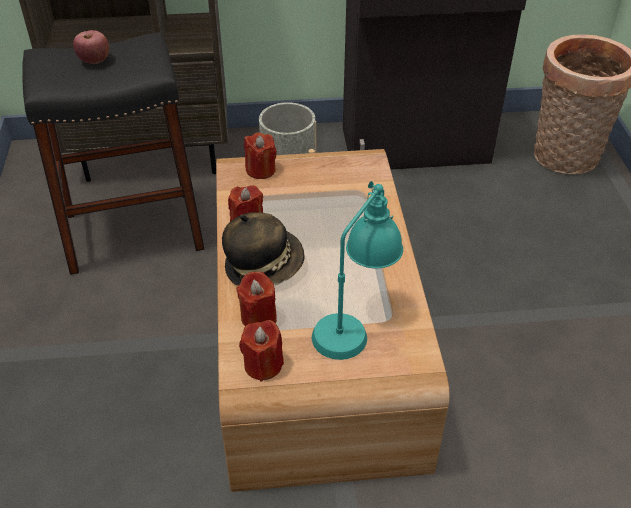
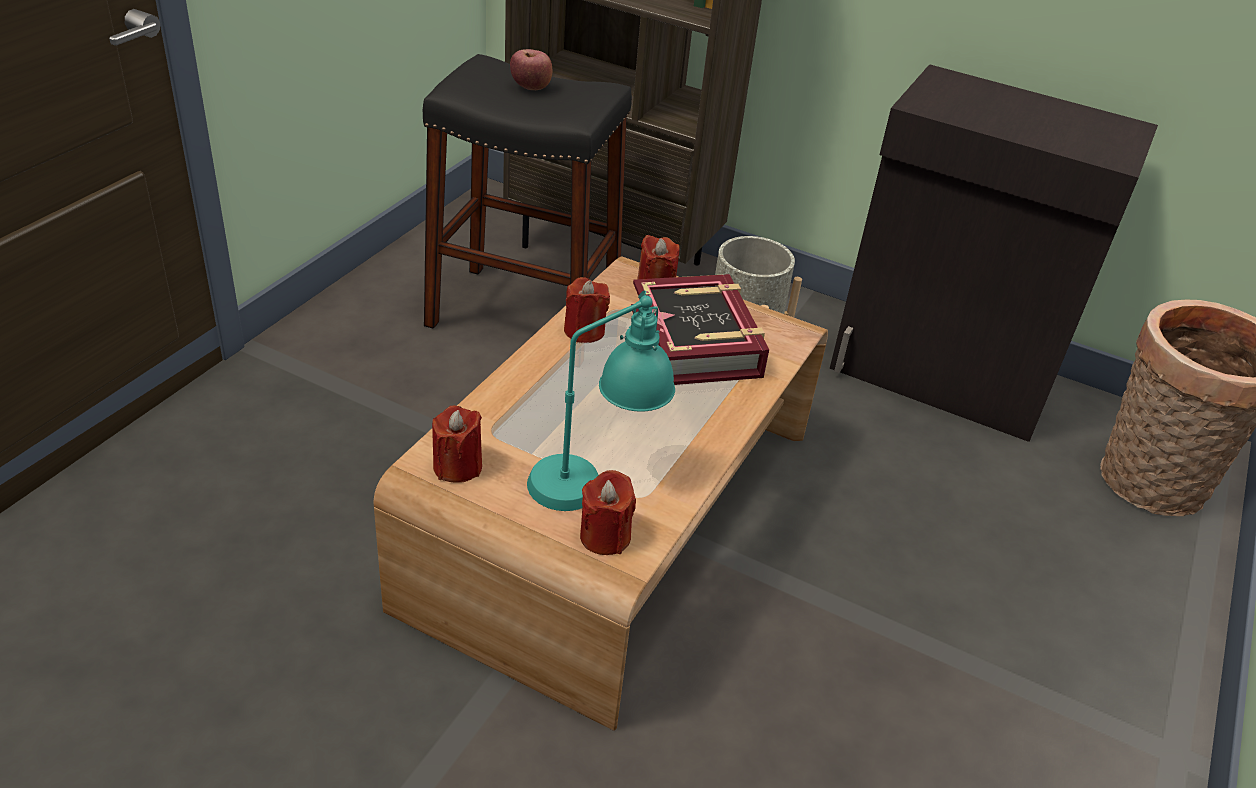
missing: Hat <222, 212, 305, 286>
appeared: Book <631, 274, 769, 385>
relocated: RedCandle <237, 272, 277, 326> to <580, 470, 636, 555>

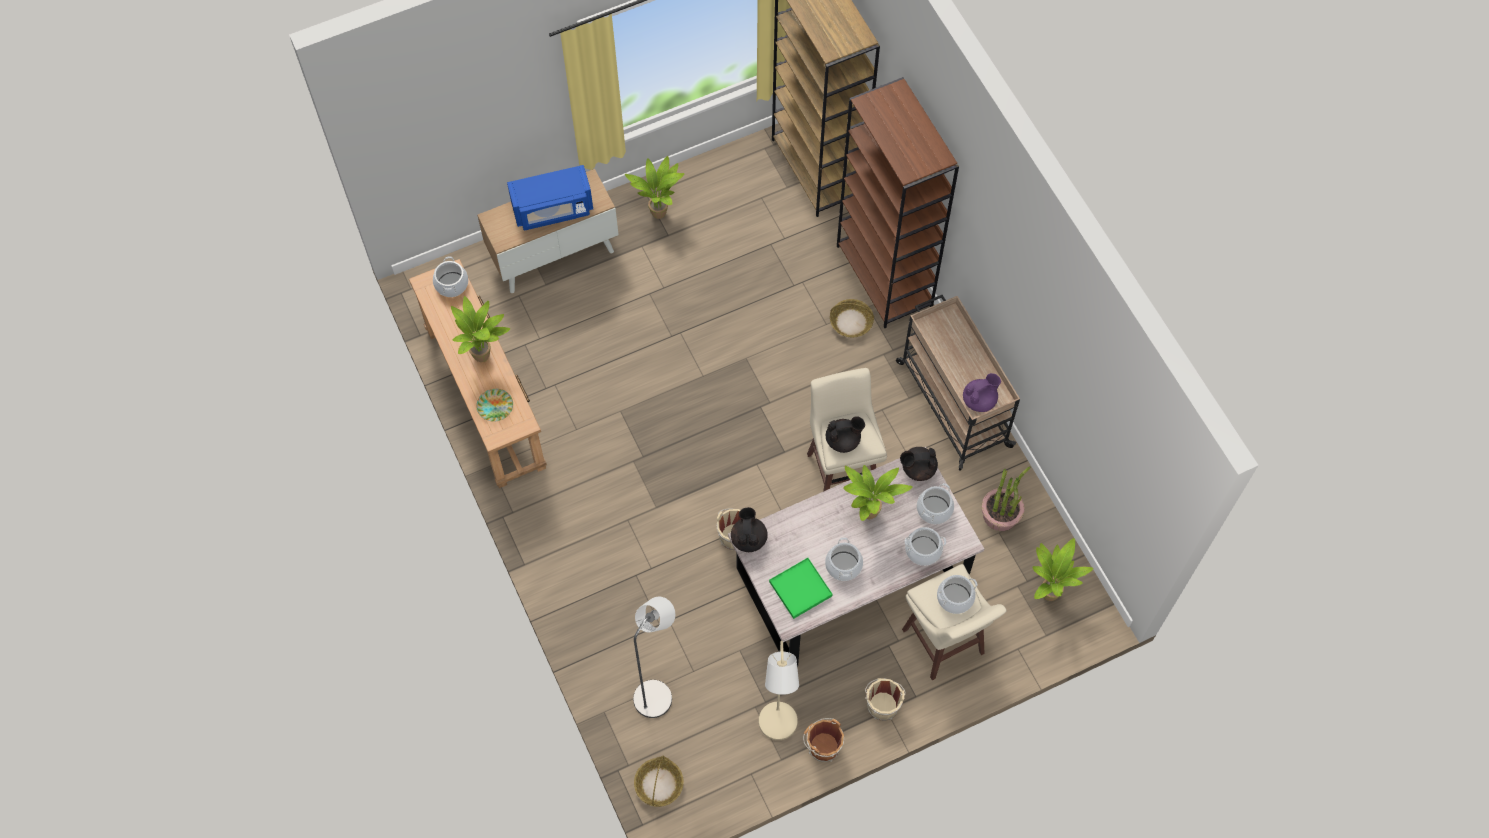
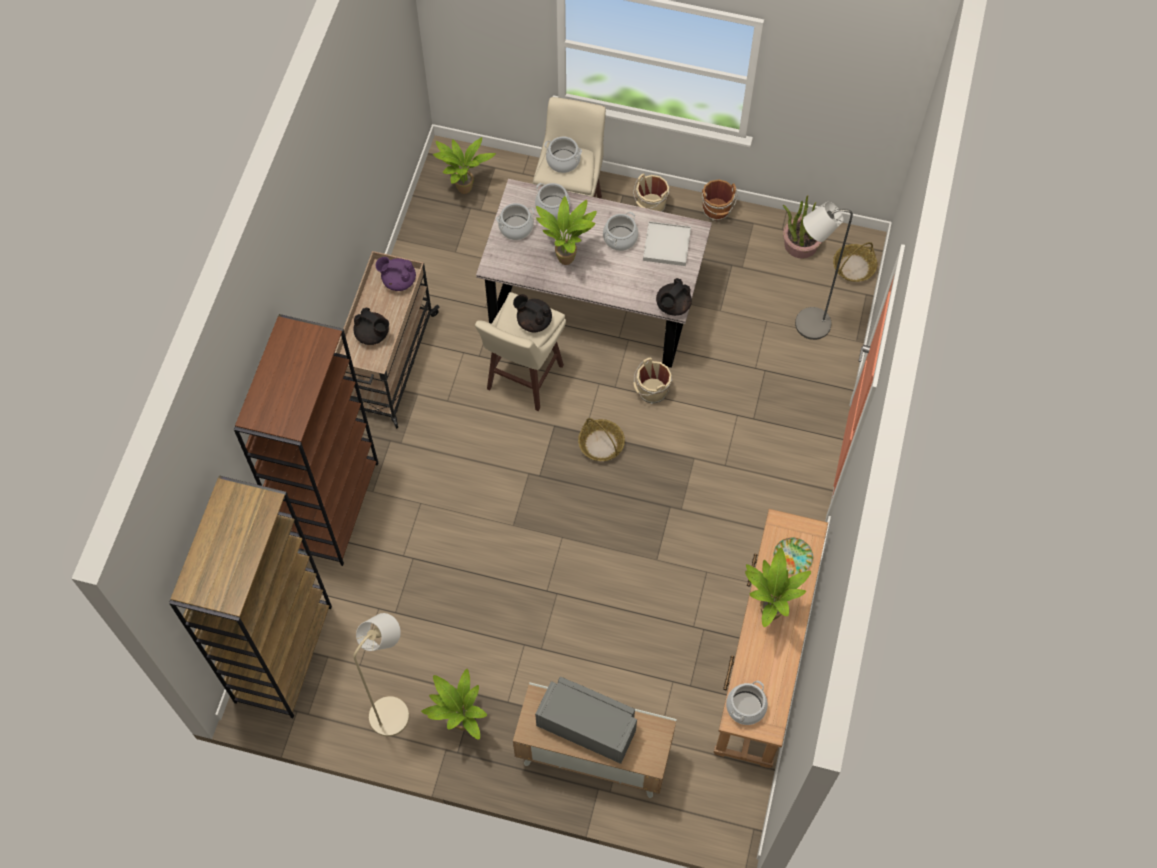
relocated: BlackTeapot <900, 447, 938, 481> to <353, 308, 389, 345>; BeigeFloorLamp <759, 641, 799, 740> to <353, 613, 409, 737>; Basket <830, 299, 874, 337> to <578, 418, 625, 461>; PottedPlant <982, 466, 1031, 531> to <783, 195, 822, 259>
colour: BlueMicrowave <507, 165, 593, 231> to GreyMicrowave <535, 677, 637, 764>; GreenTray <769, 558, 832, 619> to WhiteTray <643, 221, 691, 266>

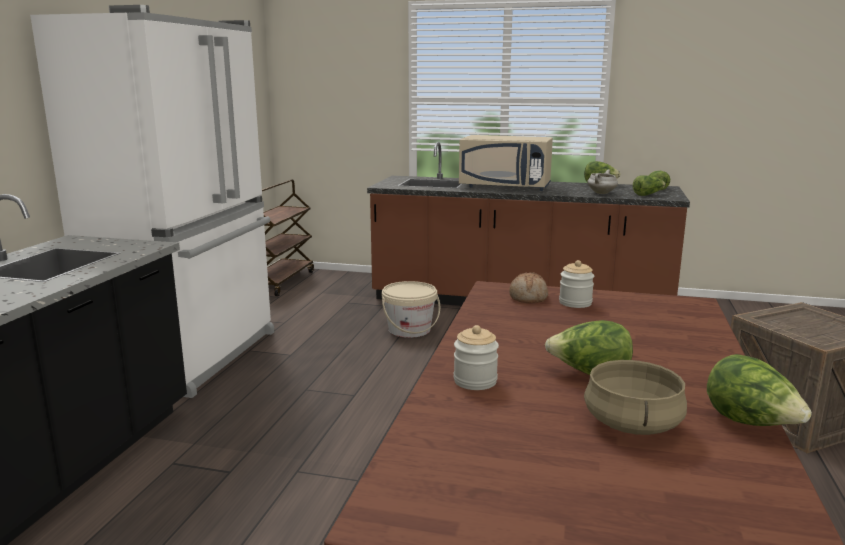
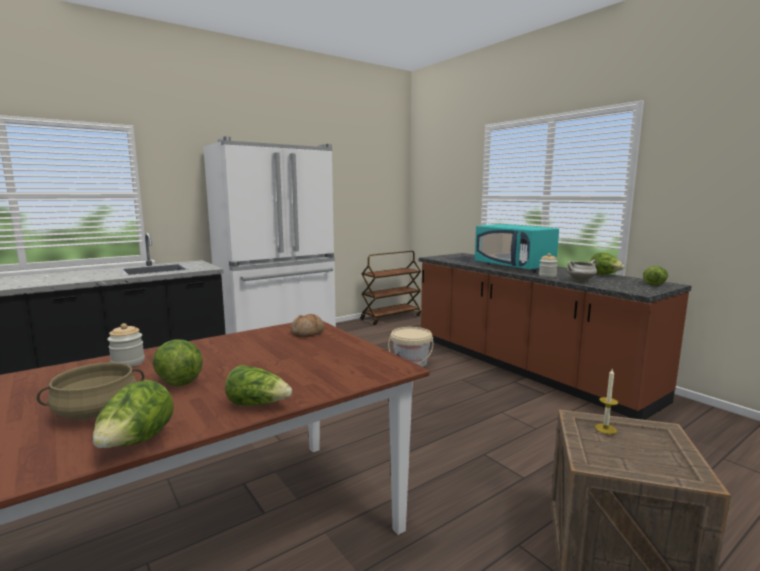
appeared: Candle <595, 368, 619, 434>
relocated: Lettuce <633, 176, 666, 196> to <225, 365, 292, 405>; Jar <559, 260, 594, 308> to <539, 253, 558, 277>
colour: BeigeMicrowave <459, 135, 553, 191> to TurquoiseMicrowave <475, 224, 559, 273>

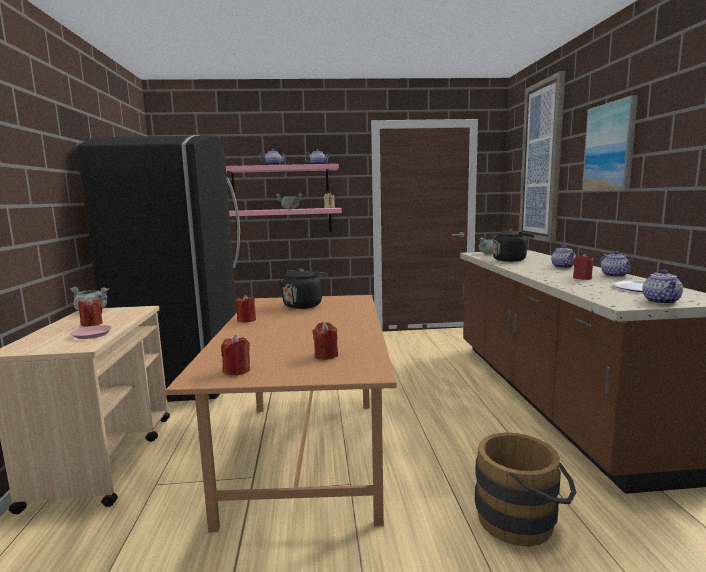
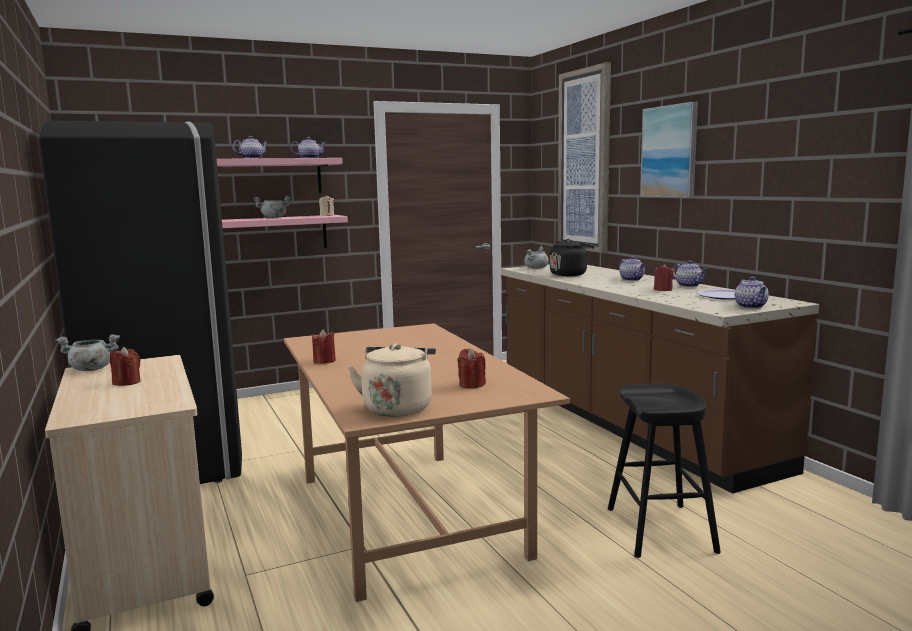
missing: PinkPlate <70, 325, 112, 339>; BlackKettle <278, 268, 328, 309>
exchanged: RedCandle <221, 335, 250, 375> to BeigeKettle <348, 343, 436, 417>; BrownBucket <475, 433, 576, 547> to BlackStool <608, 384, 721, 558>

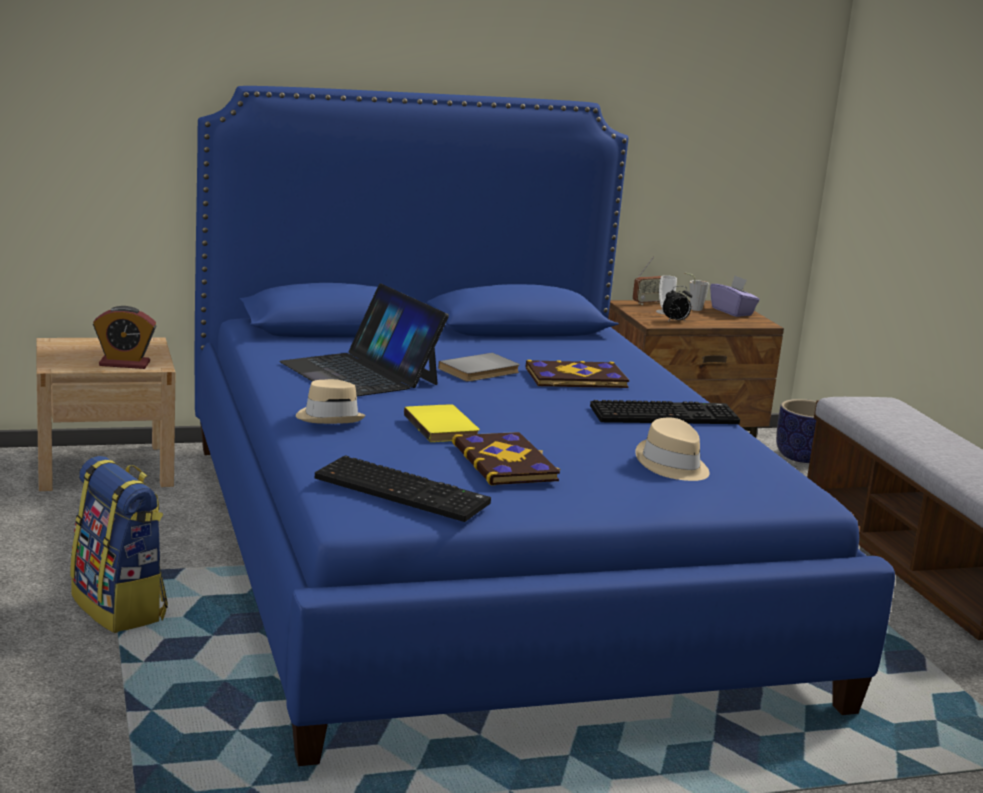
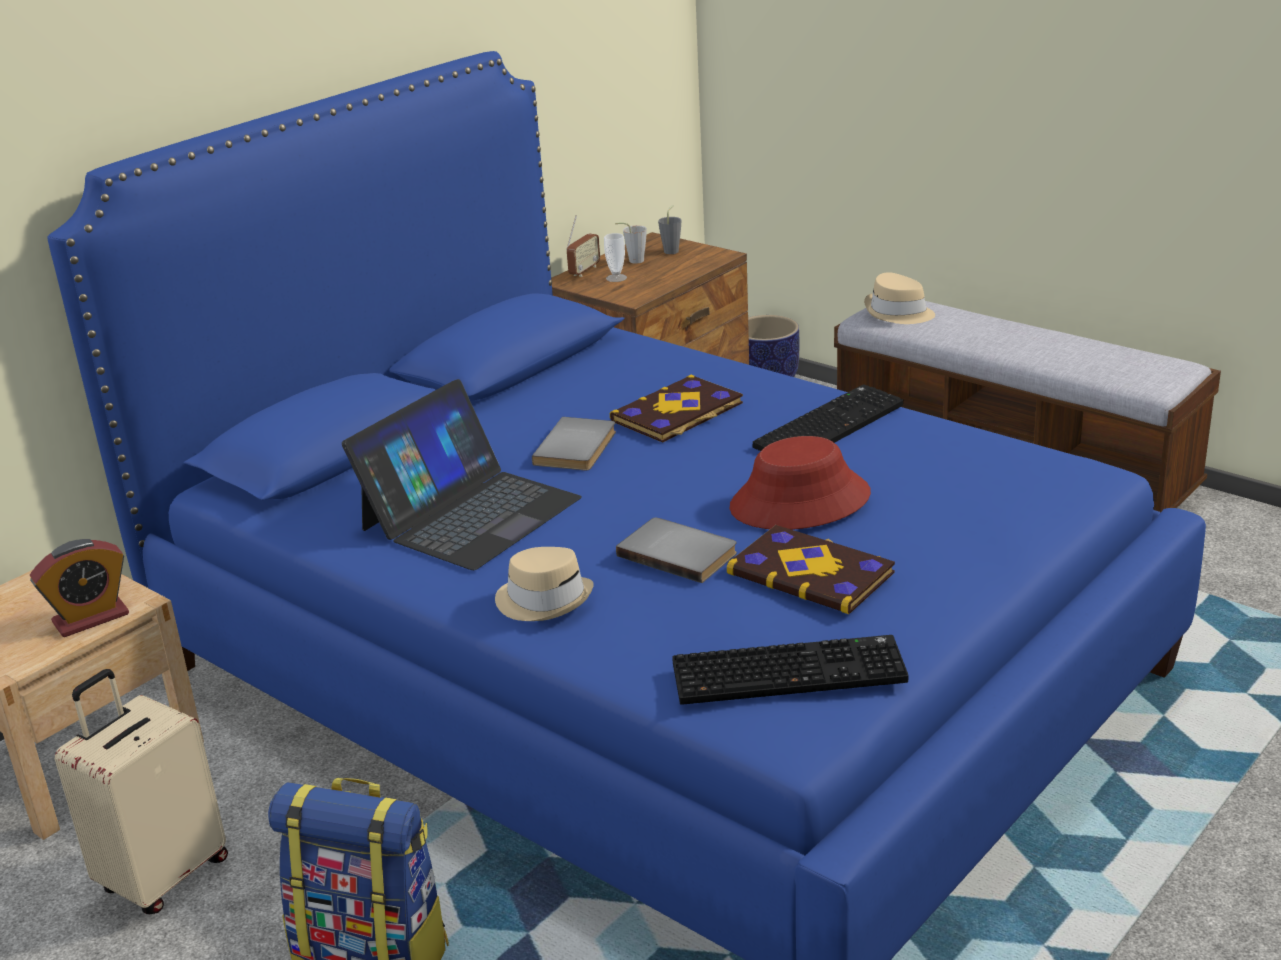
missing: AlarmClock <663, 286, 692, 321>
appeared: BeigeSuitcase <55, 669, 228, 914>; RedHat <729, 436, 871, 530>
relocated: BeigeHat <635, 418, 710, 481> to <864, 272, 935, 324>
exchanged: PurpleTissueBox <710, 275, 760, 317> to GreyCup <658, 205, 682, 254>
colour: YellowBook <404, 404, 479, 442> to GreyBook <616, 518, 737, 583>
spun: Laptop <279, 283, 449, 397> = <342, 379, 582, 570> 75 degrees counterclockwise

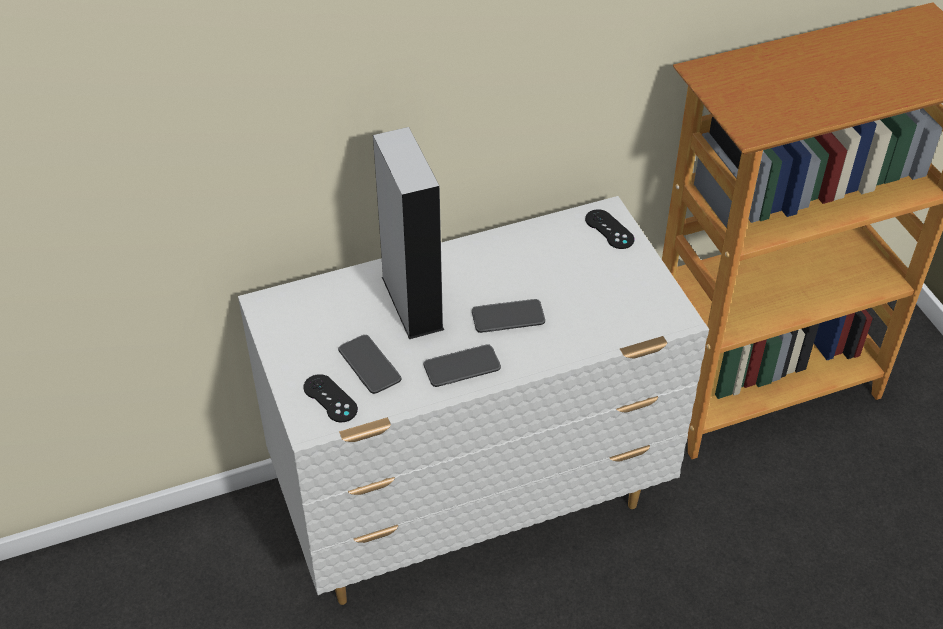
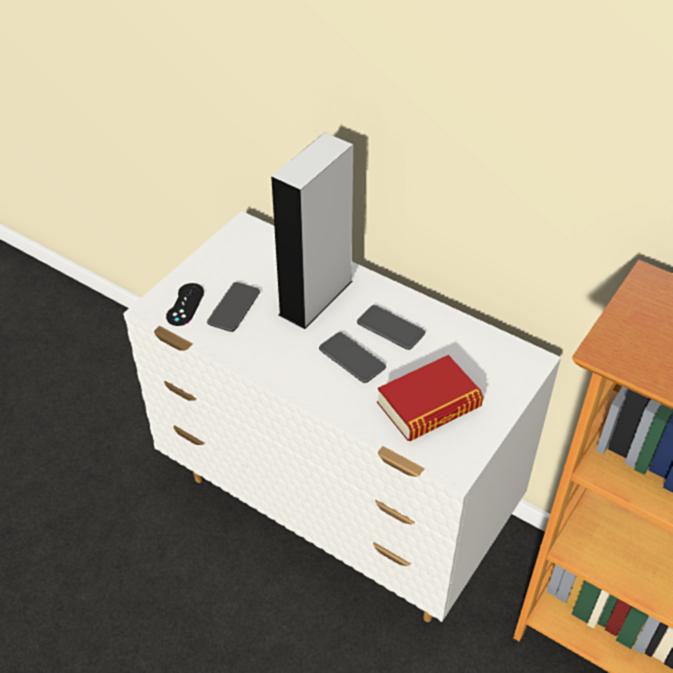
missing: BlackGameController <585, 209, 634, 249>
appeared: Book <377, 355, 483, 441>
relocated: Phone <424, 344, 501, 387> to <357, 305, 425, 350>

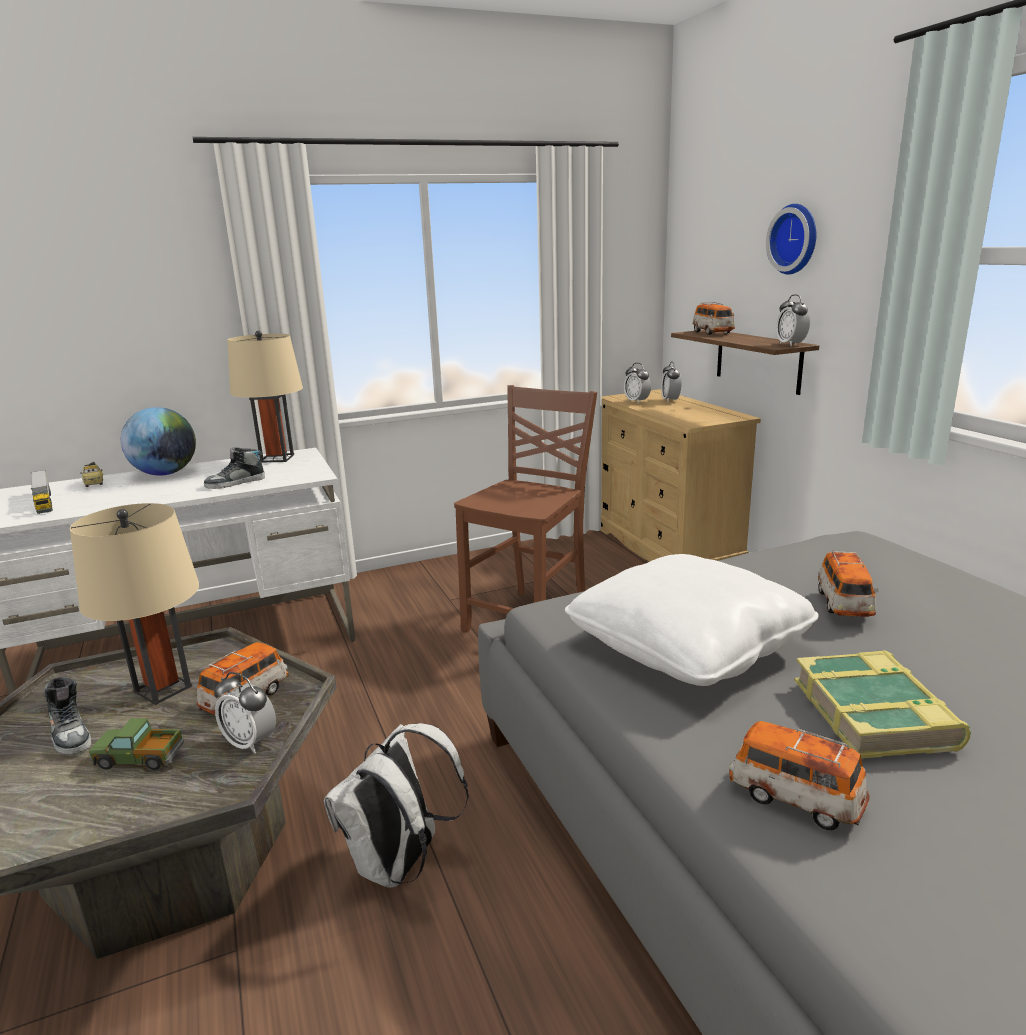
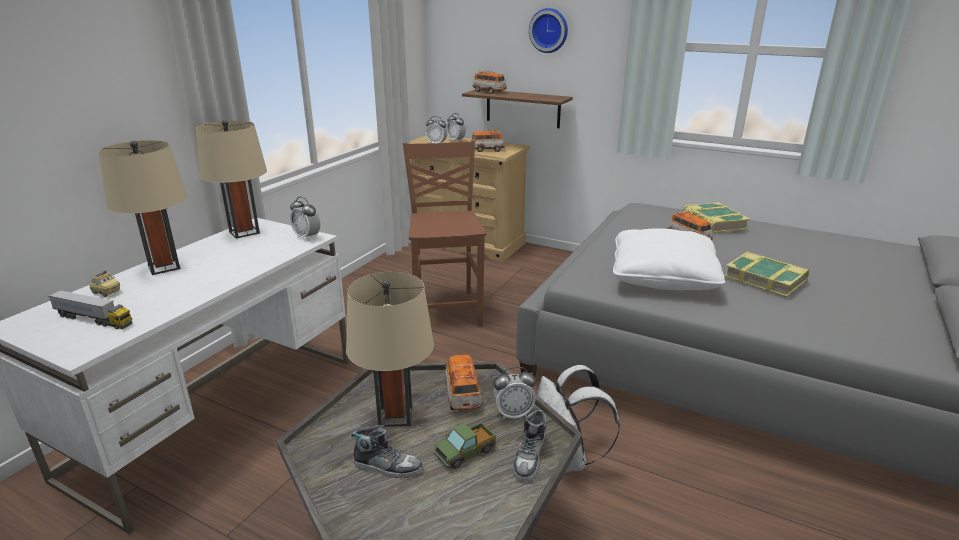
appeared: Book <682, 202, 750, 234>
relocated: AlarmClock <776, 294, 810, 346> to <290, 197, 320, 241>; ToyCar <729, 721, 869, 830> to <470, 129, 505, 152>; Shoe <204, 447, 265, 489> to <513, 410, 546, 481>
exchanged: Globe <121, 407, 196, 476> to BeigeTableLamp <99, 140, 187, 275>

